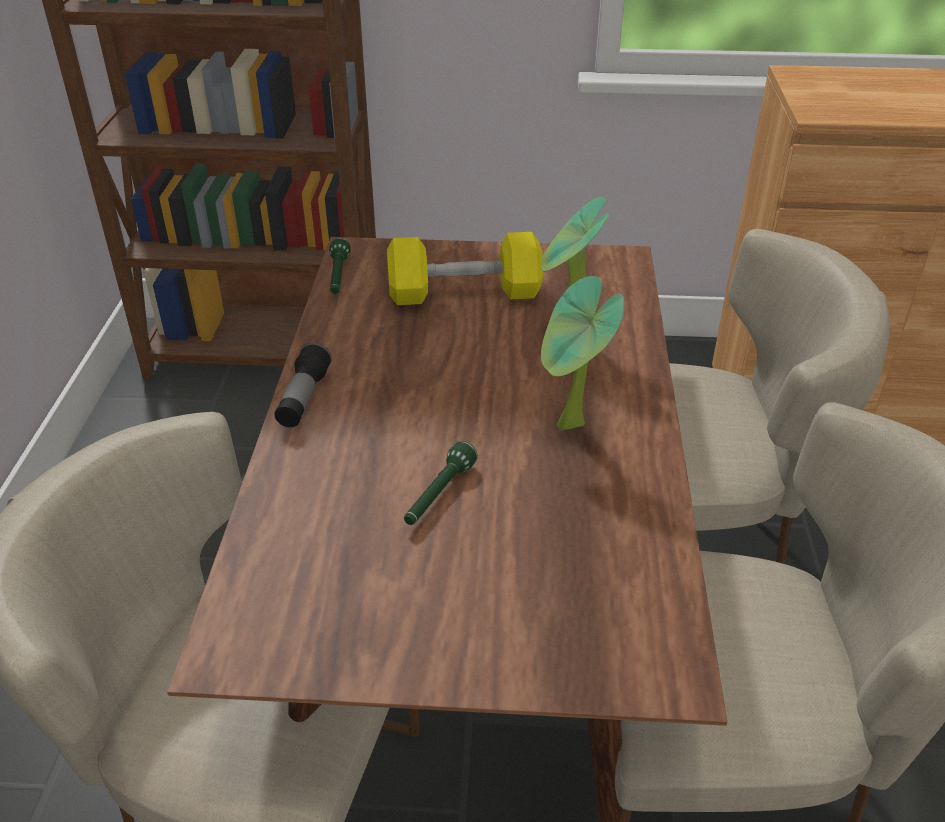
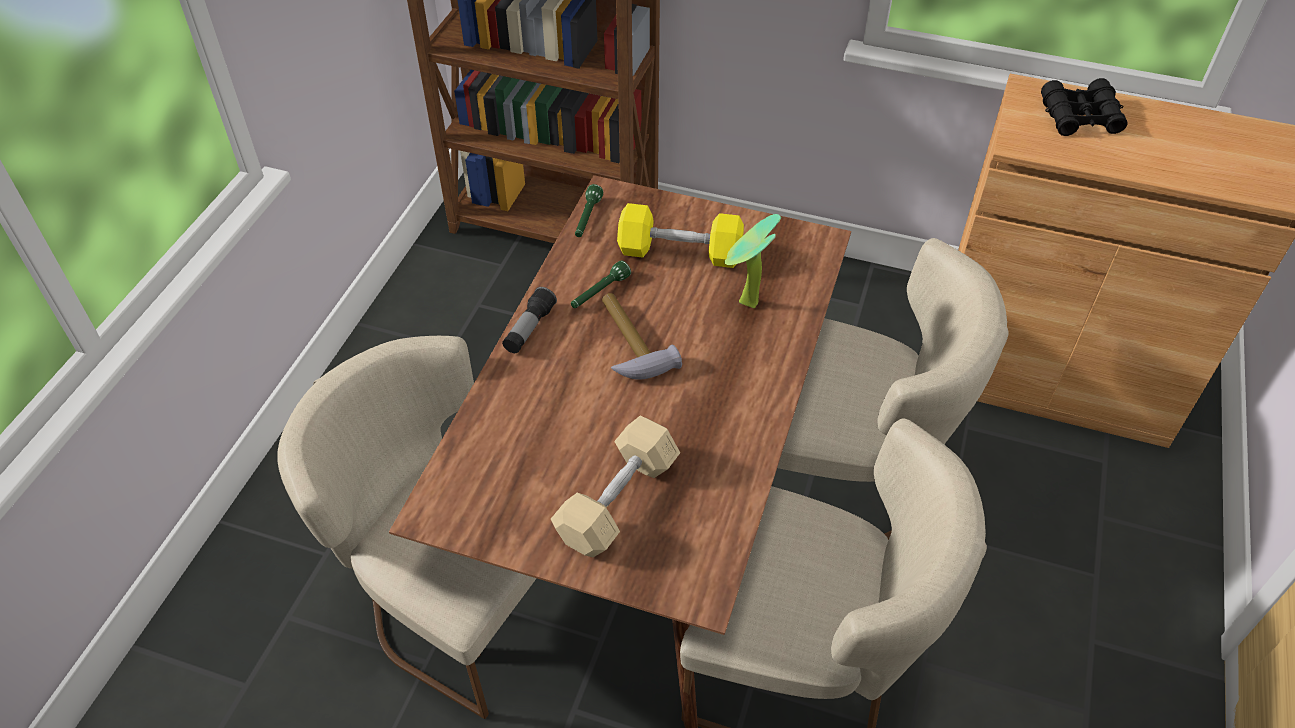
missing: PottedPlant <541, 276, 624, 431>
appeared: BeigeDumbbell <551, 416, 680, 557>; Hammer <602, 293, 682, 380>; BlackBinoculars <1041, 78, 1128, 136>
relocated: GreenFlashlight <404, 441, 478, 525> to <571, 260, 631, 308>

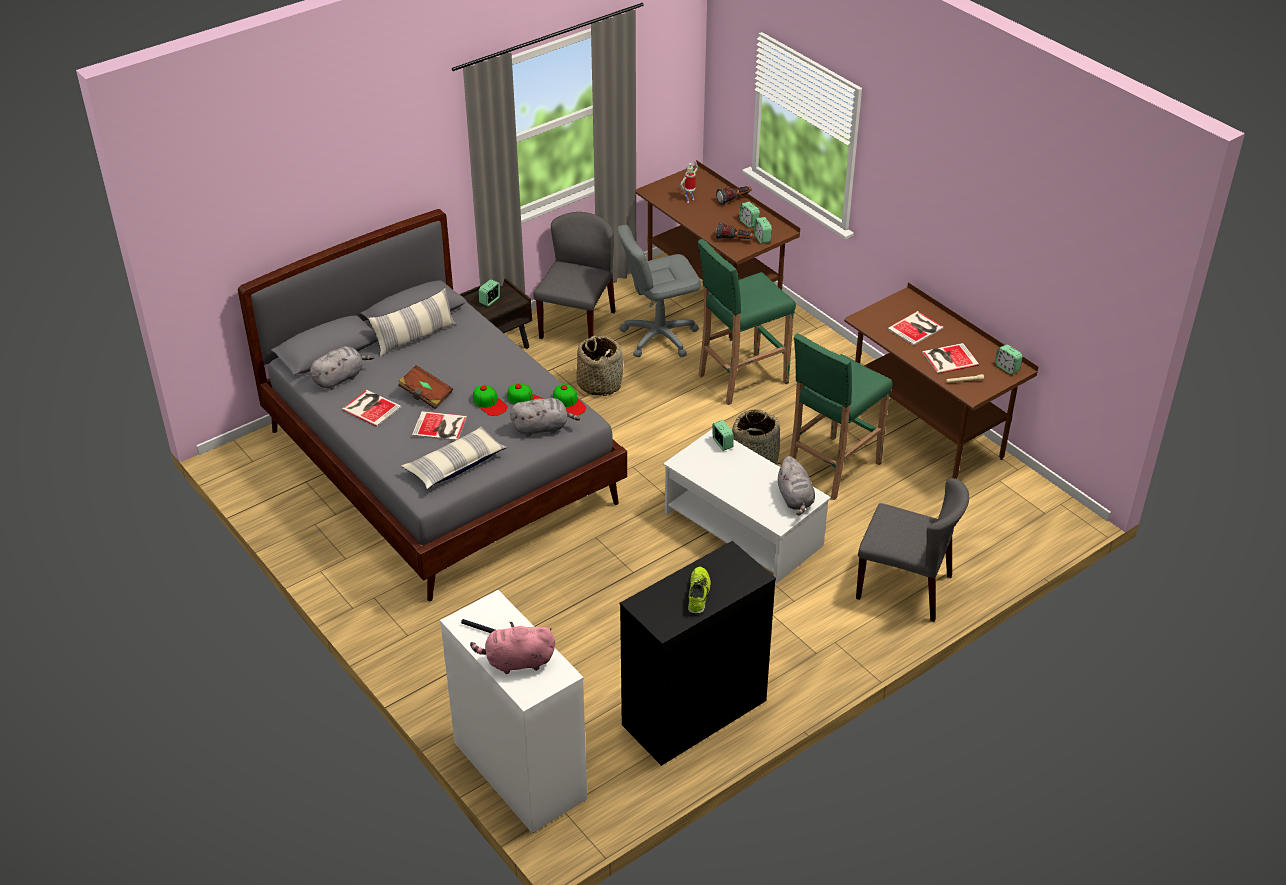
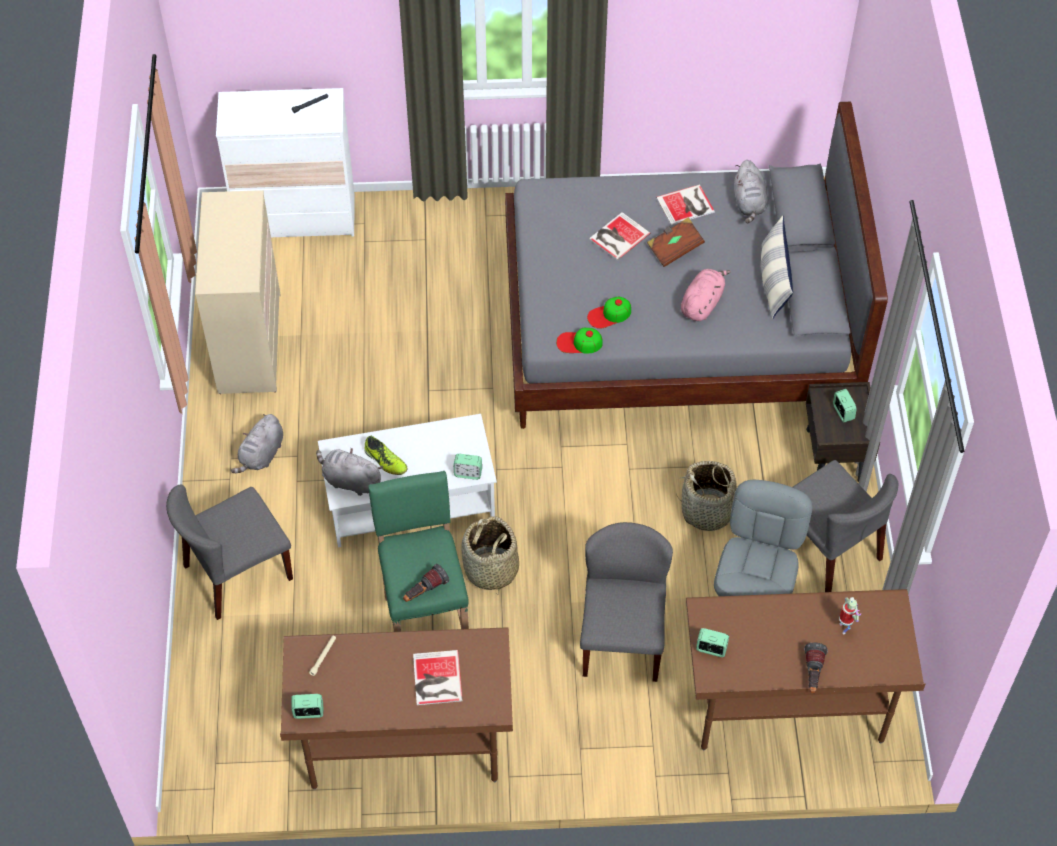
missing: Pillow <402, 426, 507, 489>; Cap <473, 385, 508, 416>; AlarmClock <739, 201, 760, 228>; Book <922, 343, 979, 374>
relocated: GreyPlushToy <510, 398, 580, 437> to <231, 414, 283, 473>; Shoe <688, 567, 711, 614> to <364, 436, 408, 475>; Flashlight <716, 222, 754, 240> to <403, 564, 449, 602>; PinkPlushToy <470, 622, 555, 674> to <681, 269, 730, 321>
exchanged: GreenStool <698, 239, 796, 405> to GreyChair <580, 522, 673, 682>
colour: BlackDresser <619, 541, 776, 766> to BeigeDresser <195, 190, 280, 394>

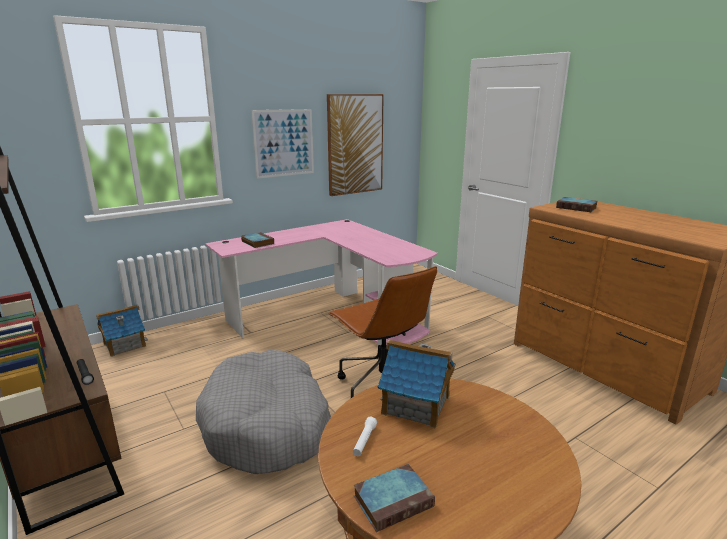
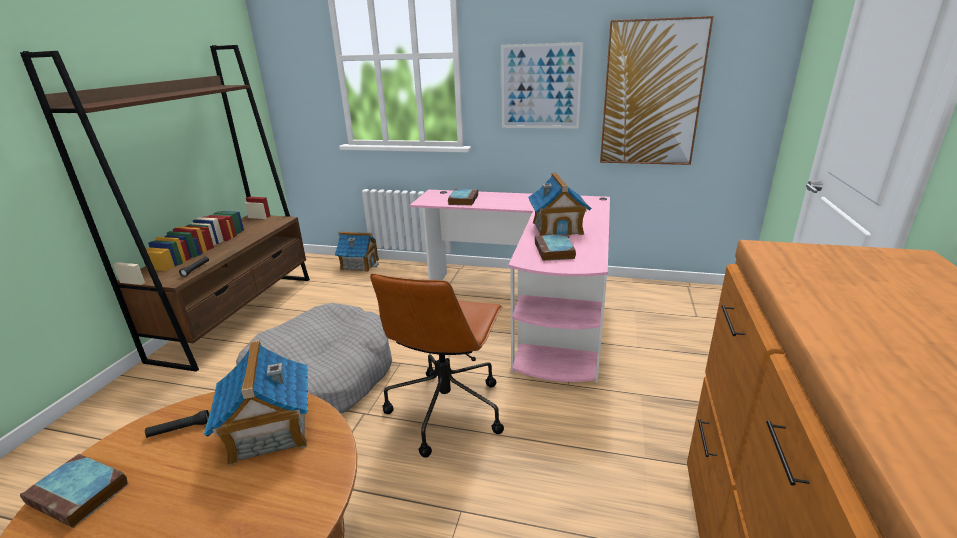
appeared: ToyHouse <528, 173, 591, 238>
relocated: Book <556, 197, 598, 212> to <535, 234, 576, 261>
colour: WhiteFlashlight <353, 417, 377, 456> to BlackFlashlight <145, 410, 209, 438>

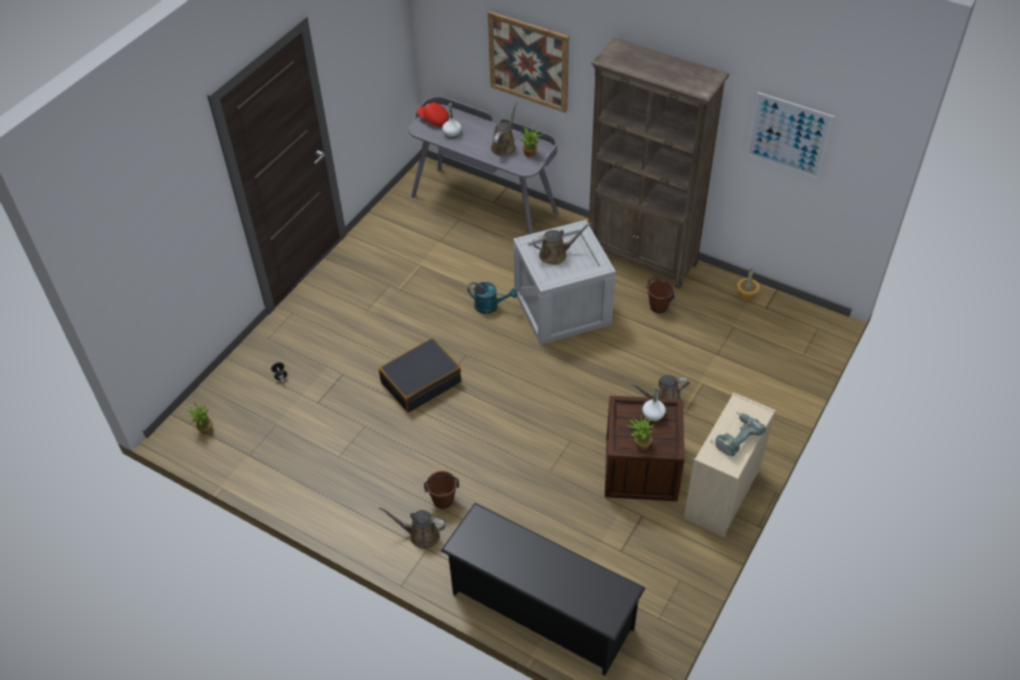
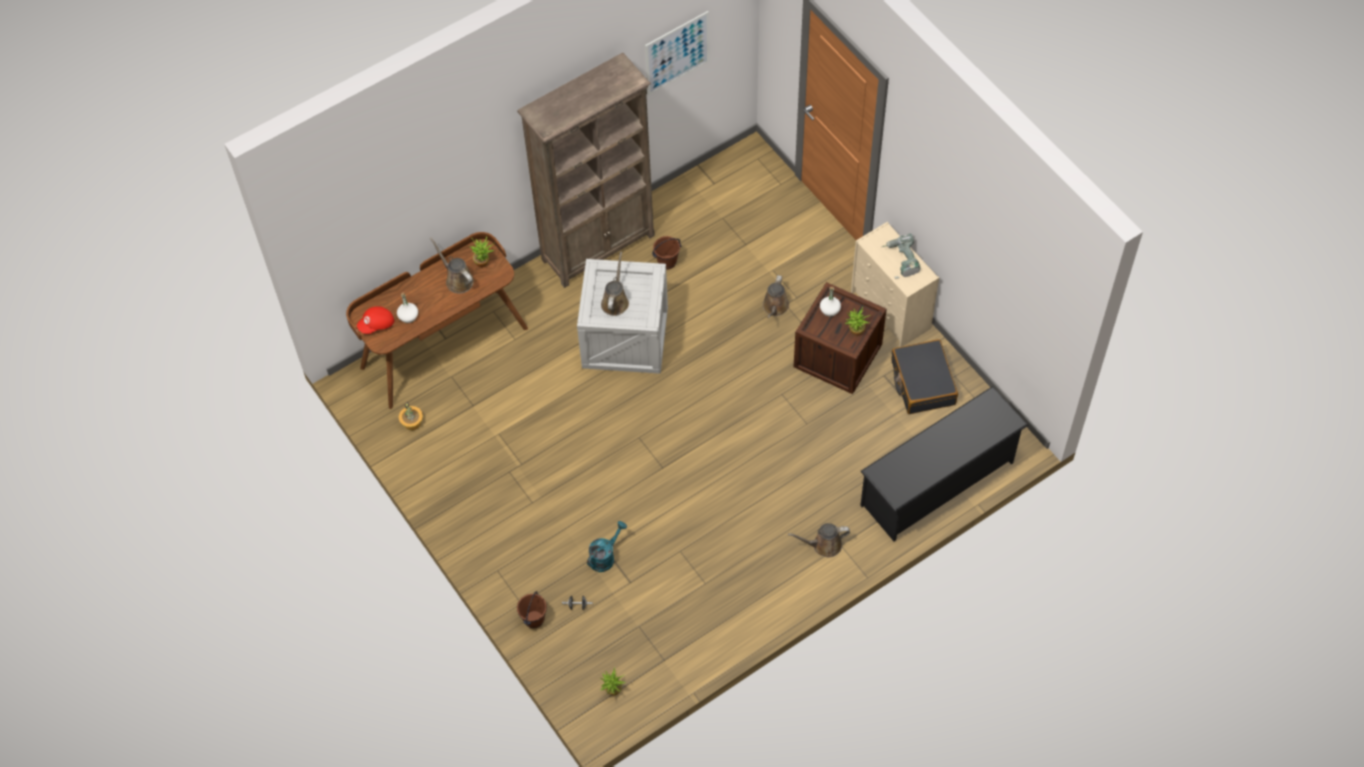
missing: Picture <488, 11, 569, 113>
relocated: PottedPlant <737, 268, 760, 301> to <399, 401, 423, 431>; BrownBucket <424, 471, 459, 509> to <517, 591, 547, 628>; TurquoiseWateringCan <468, 282, 517, 314> to <587, 521, 627, 572>; BlackSuitcase <379, 338, 461, 413> to <891, 339, 958, 414>
colour: GreyDesk <409, 96, 559, 234> to BrownDesk <346, 232, 528, 409>
spun: BrownWateringCan <379, 507, 446, 549> = <788, 523, 850, 557> 45 degrees clockwise

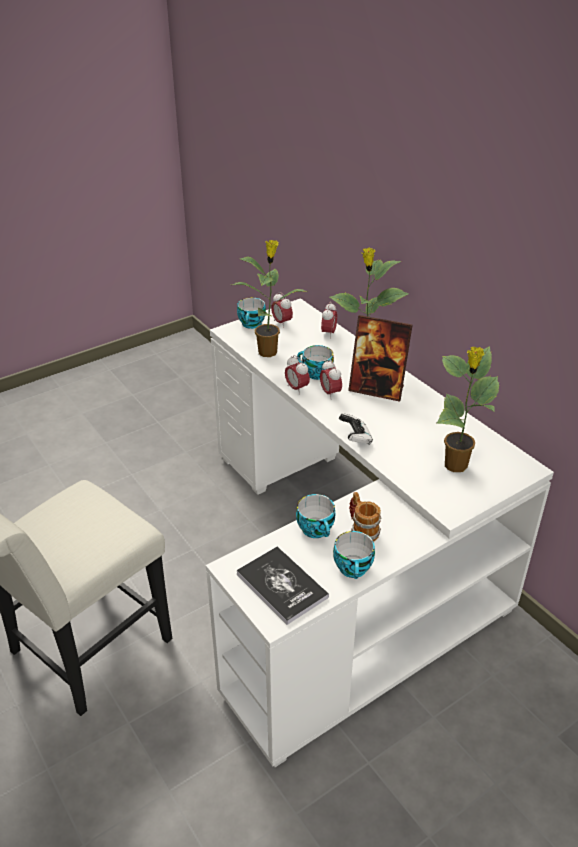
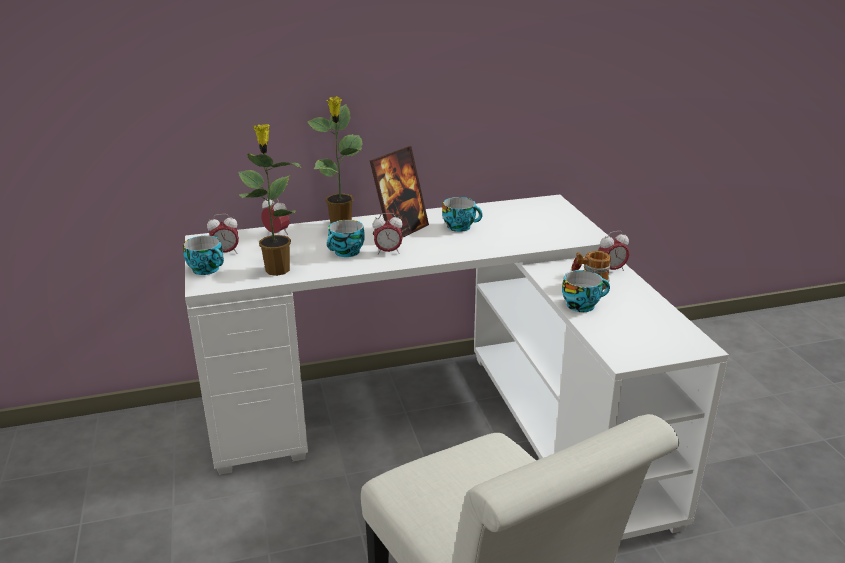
missing: Book <237, 547, 329, 625>; GameController <339, 413, 373, 445>; PottedPlant <437, 346, 499, 472>
relocated: Cup <333, 531, 375, 579> to <442, 197, 483, 232>; AlarmClock <285, 355, 310, 395> to <598, 231, 629, 271>

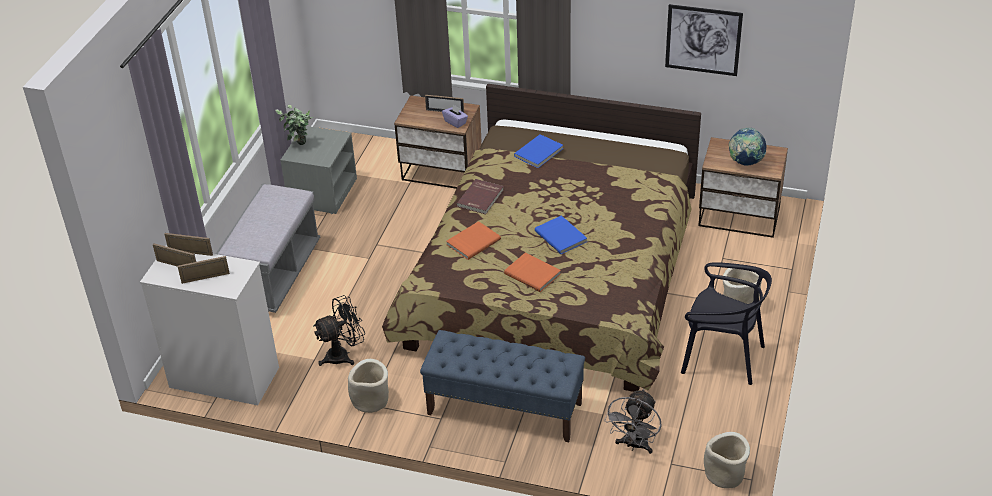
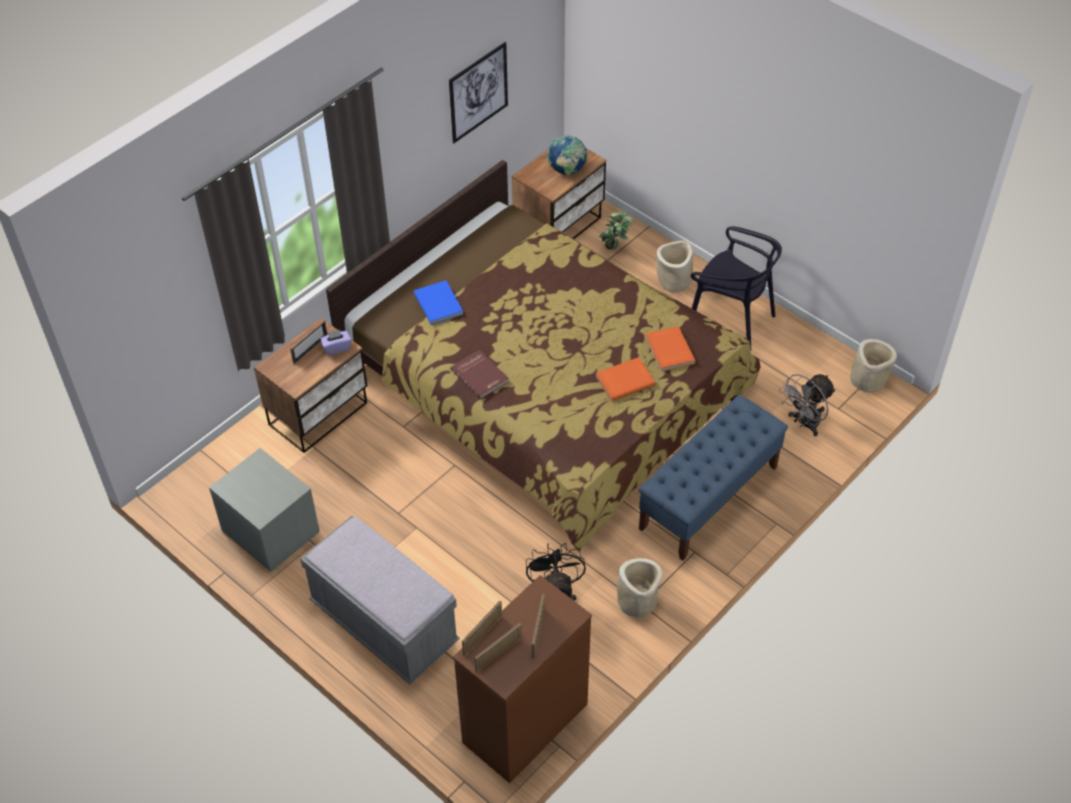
missing: BlueBook <535, 215, 587, 254>
relocated: PottedPlant <275, 105, 313, 145> to <599, 210, 634, 250>; OrangeBook <446, 221, 501, 260> to <645, 326, 696, 372>
colour: WhiteDresser <140, 246, 279, 405> to BrownDresser <453, 575, 592, 783>
spun: BlackChair <681, 262, 772, 385> = <691, 226, 782, 347> 75 degrees clockwise; GreyFan <604, 389, 662, 454> = <779, 374, 836, 436> 90 degrees clockwise

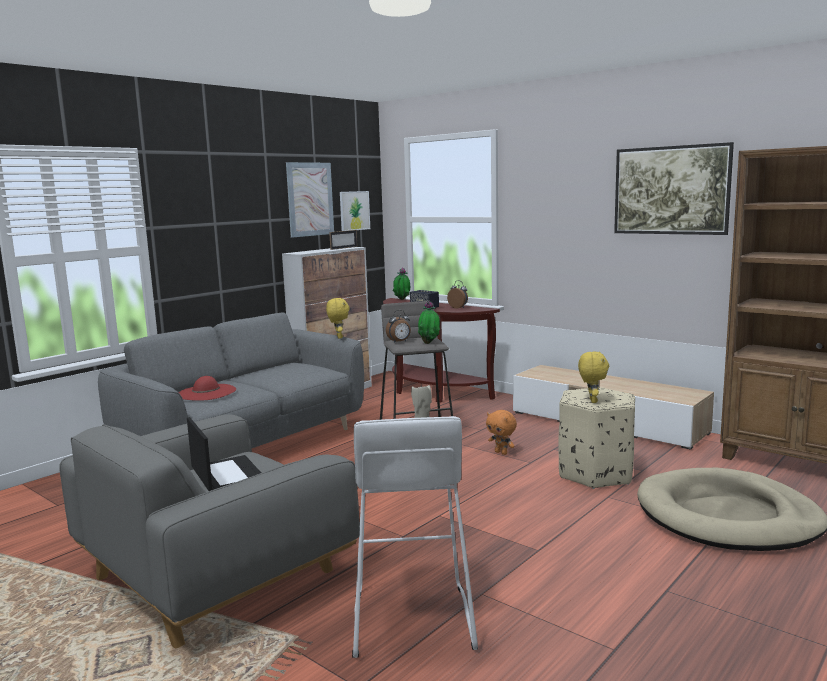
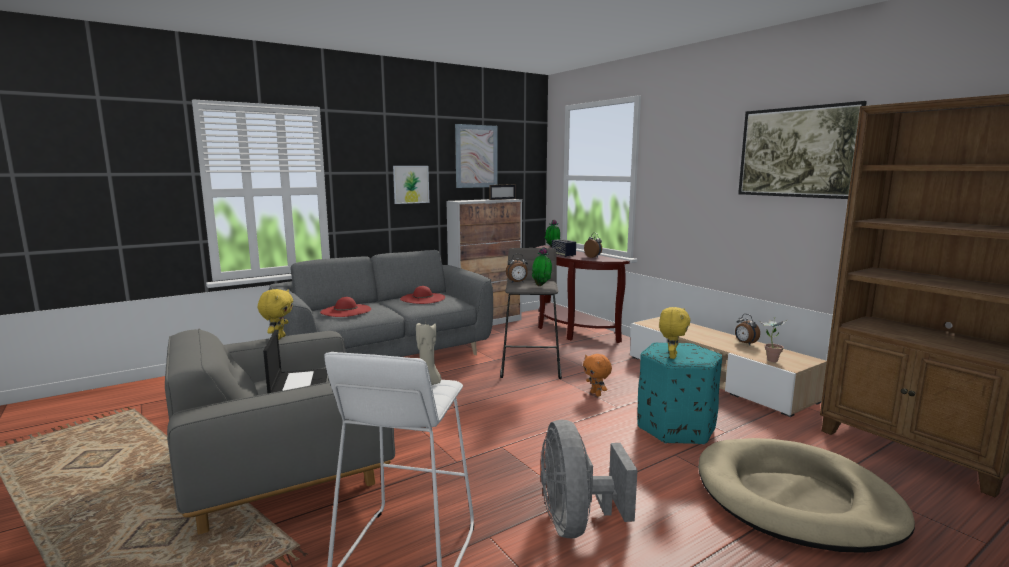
appeared: RedHat <400, 286, 445, 304>; GreyFan <541, 420, 638, 539>; AlarmClock <735, 314, 760, 345>; PottedPlant <759, 318, 787, 362>
relocated: YellowPlushToy <326, 298, 350, 339> to <258, 289, 293, 340>; Picture <340, 191, 370, 231> to <393, 166, 429, 204>
colour: BeigeOttoman <558, 387, 635, 489> to TurquoiseOttoman <637, 343, 722, 445>

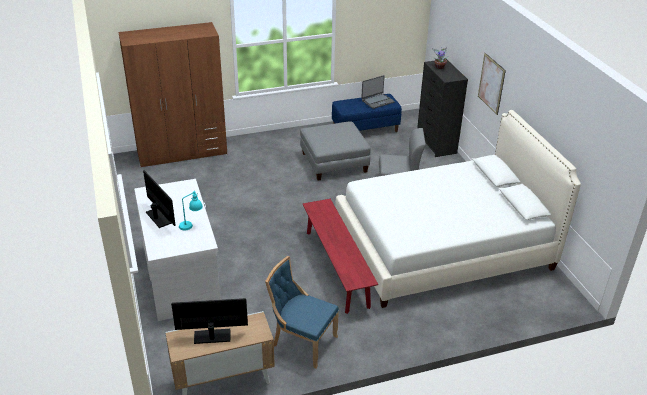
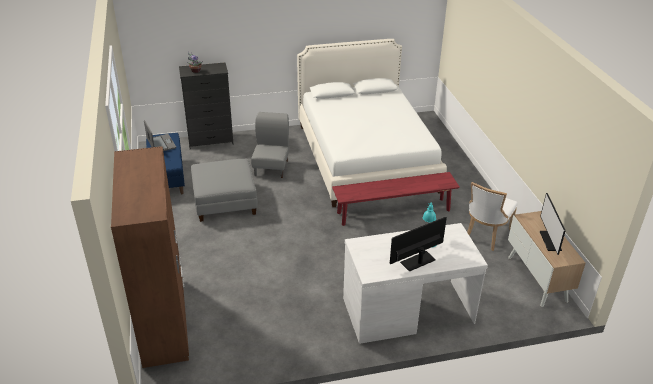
missing: Picture <478, 53, 506, 115>
colour: BlueChair <265, 256, 339, 368> to WhiteChair <467, 182, 518, 251>

